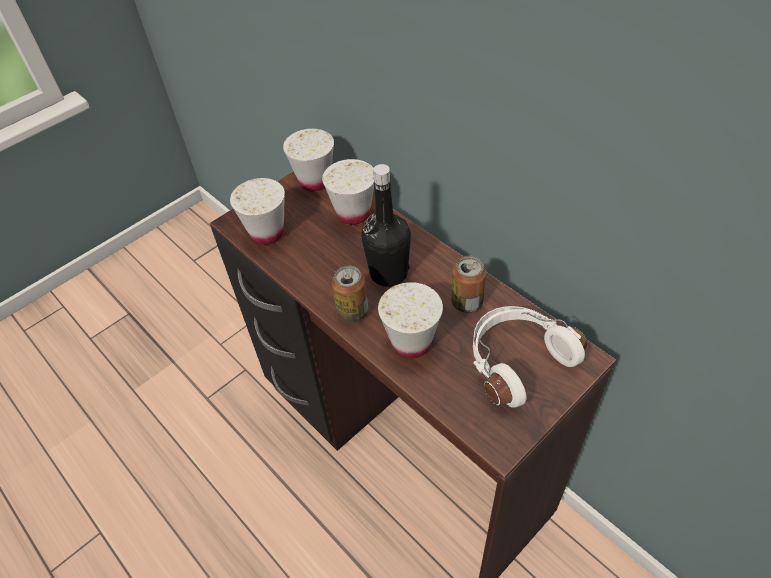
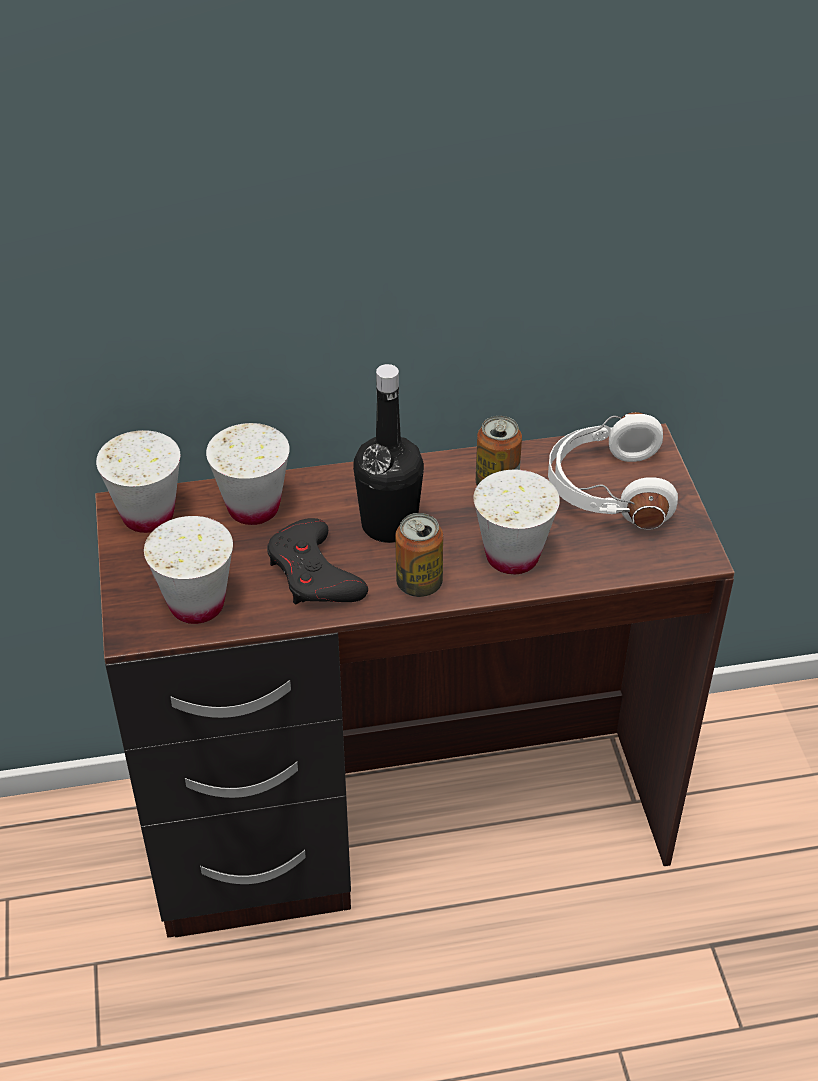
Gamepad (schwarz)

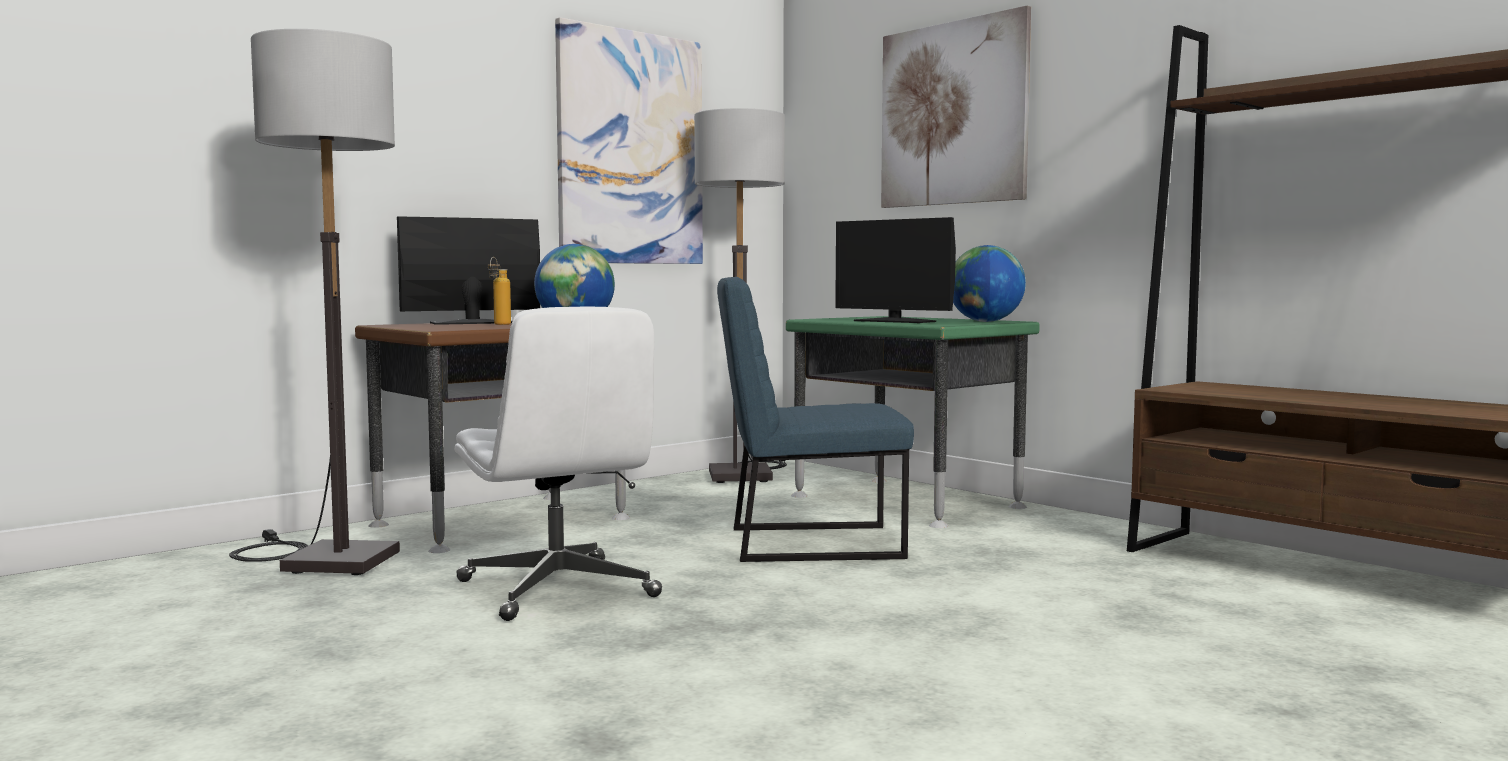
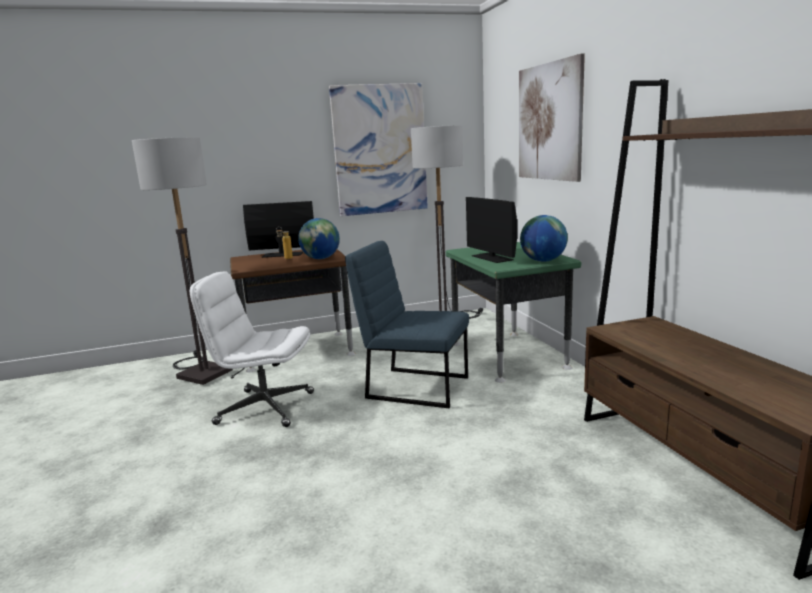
Bürostuhl (weiß)

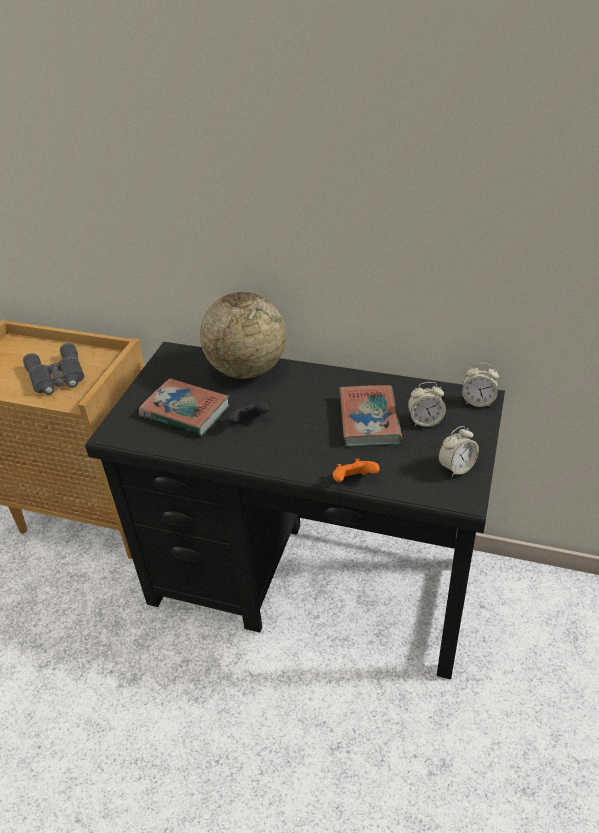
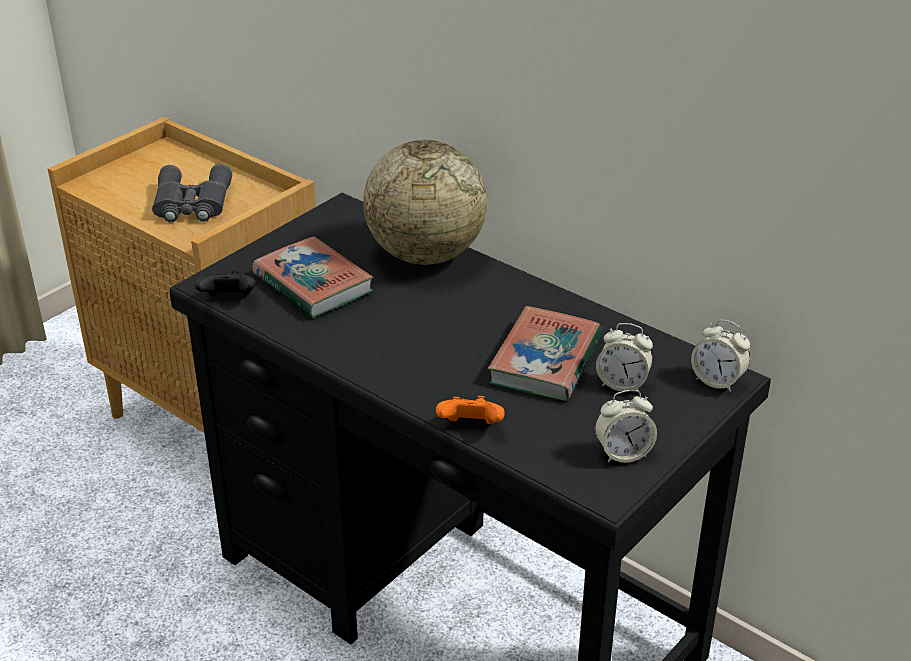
Gamepad (schwarz)

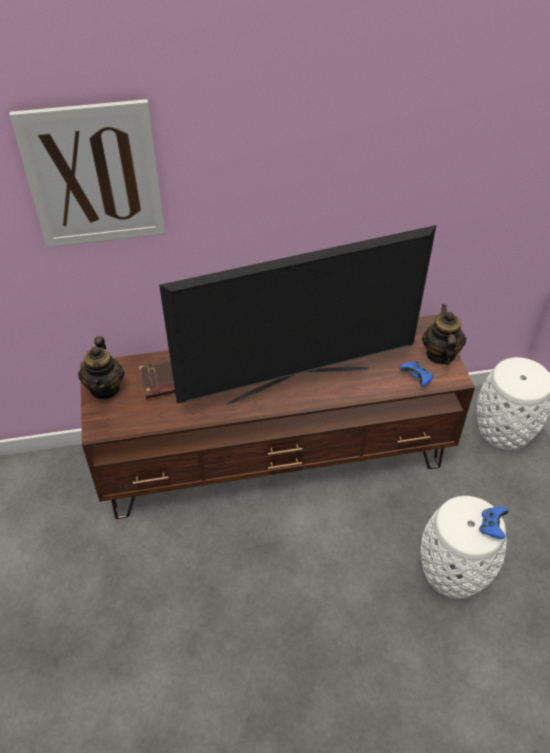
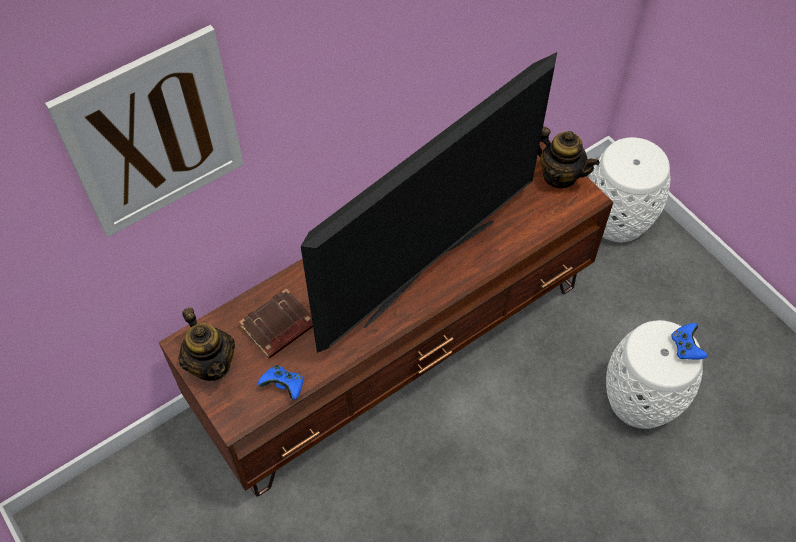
Gamepad (blau) (1st from left)
Teekanne (2nd from left)

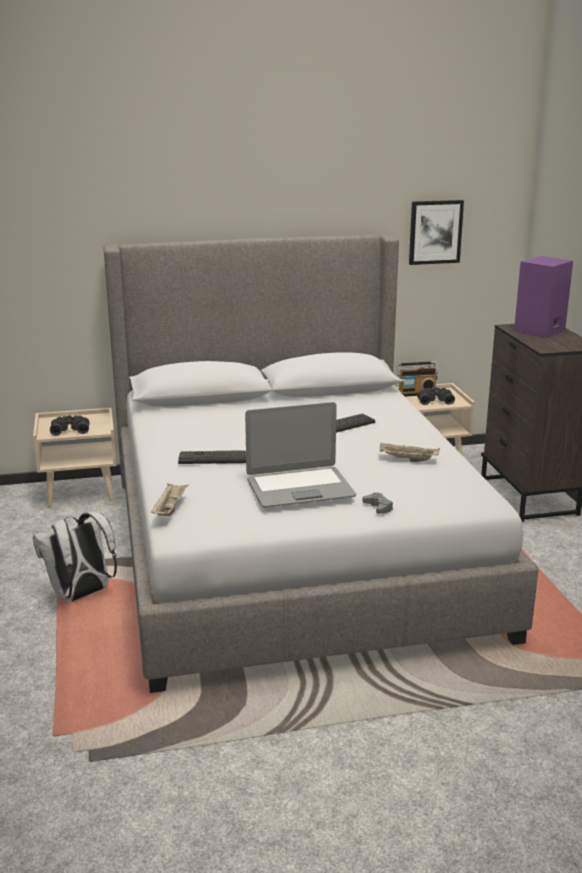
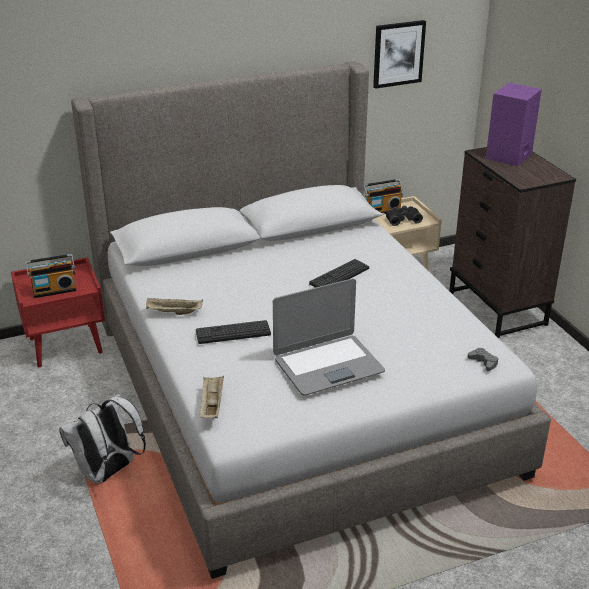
Nachttisch (rot)
Radio (1st from left)
Tablett (beige) (1st from left)
Gamepad (grau)

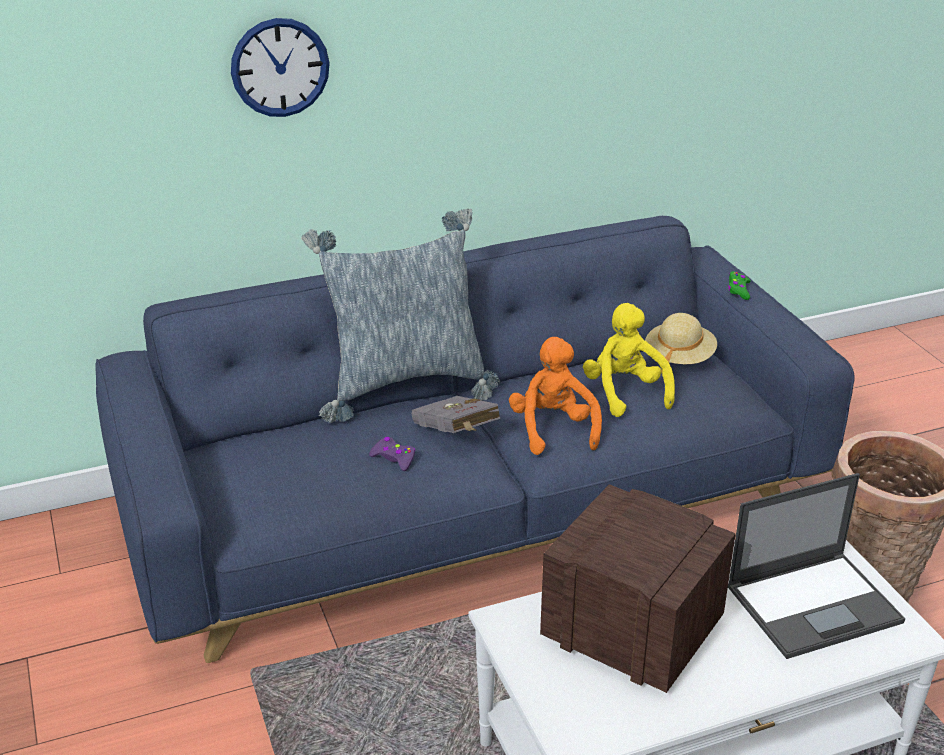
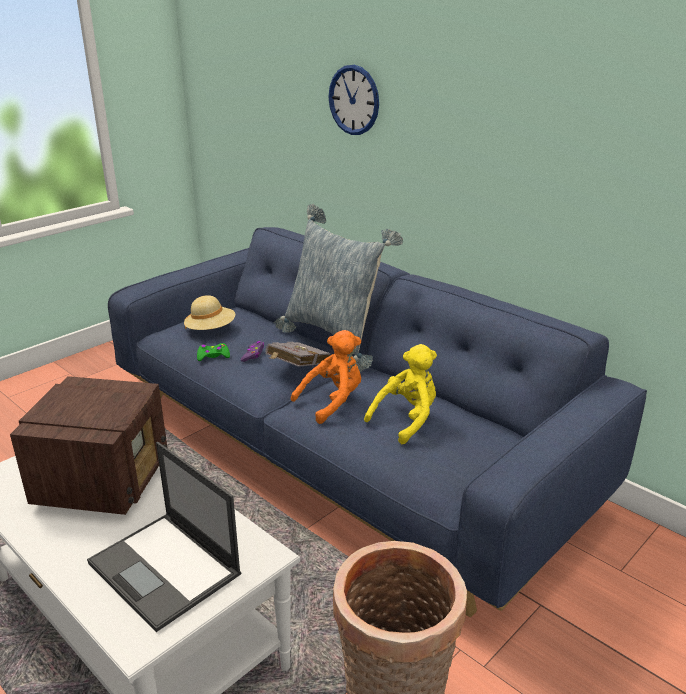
Hut (beige)
Gamepad (grün)

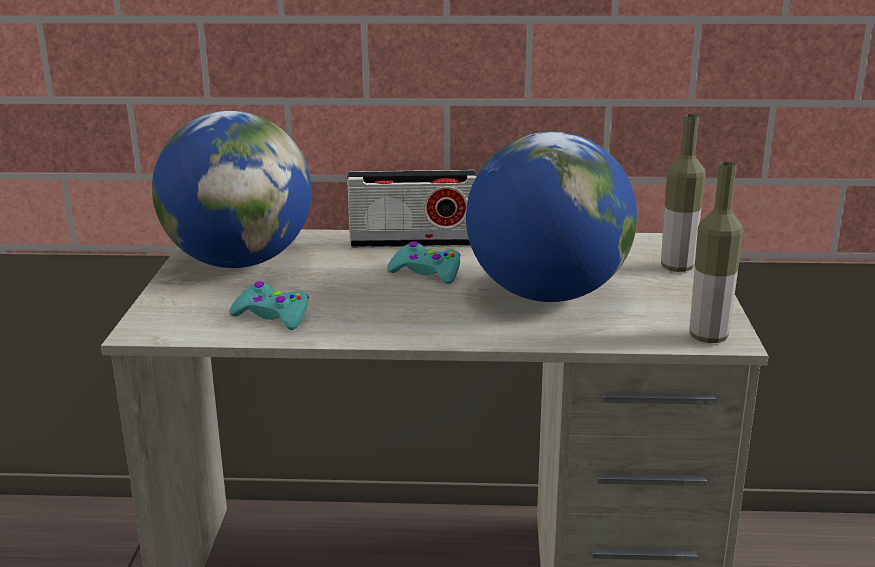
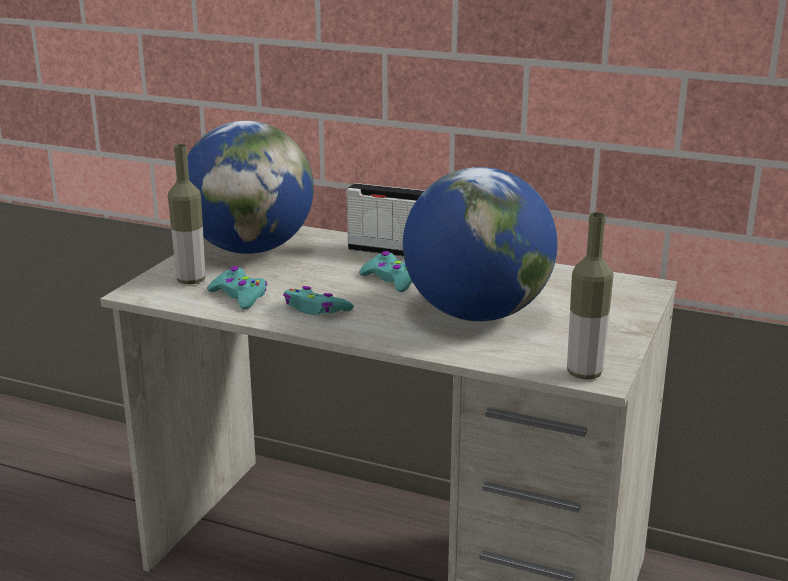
Flasche (1st from left)
Gamepad (türkis) (2nd from left)

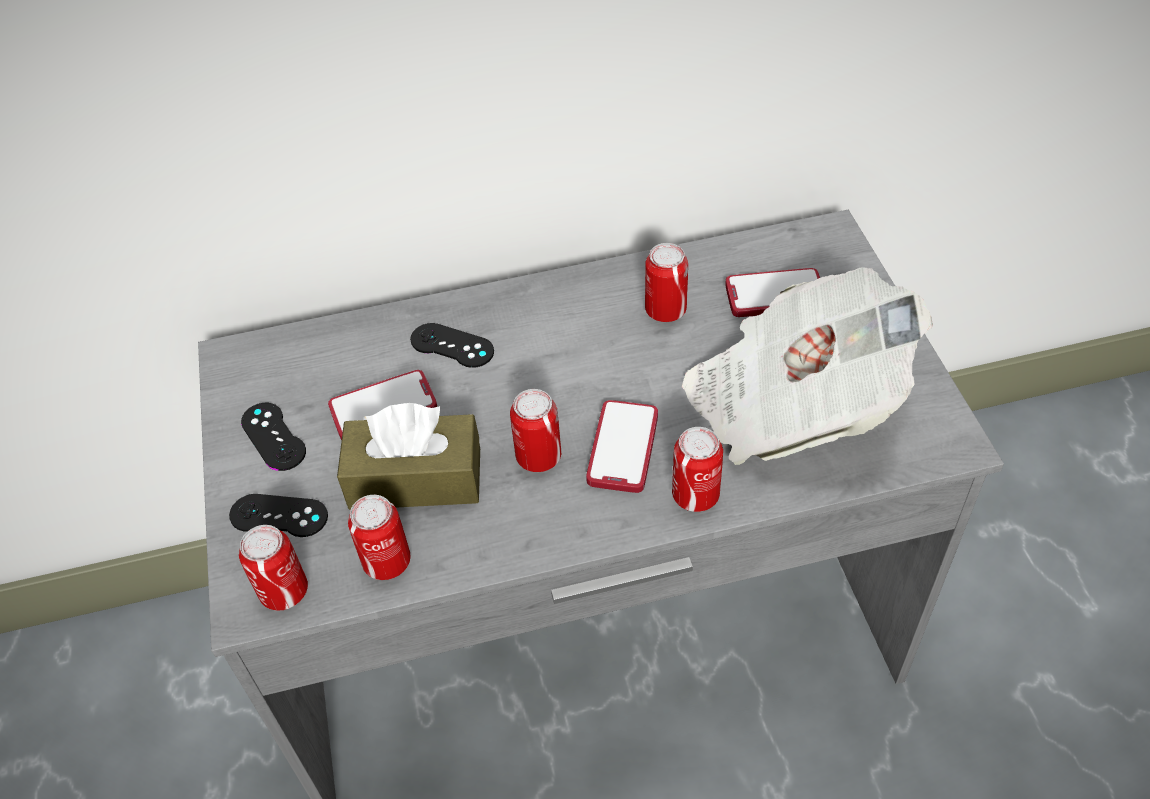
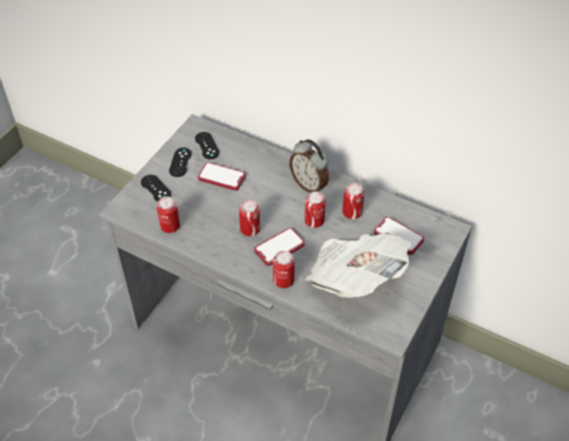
Gamepad (schwarz) (3rd from left)
Wecker
Dose (4th from left)
Taschentuchbox (braun)

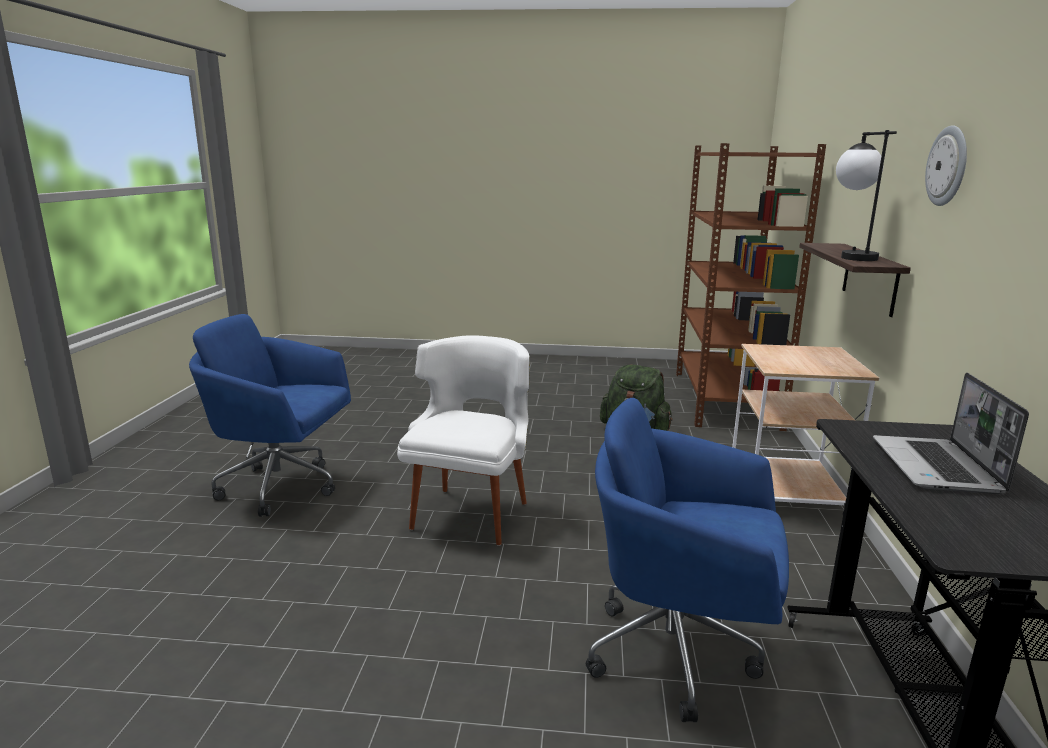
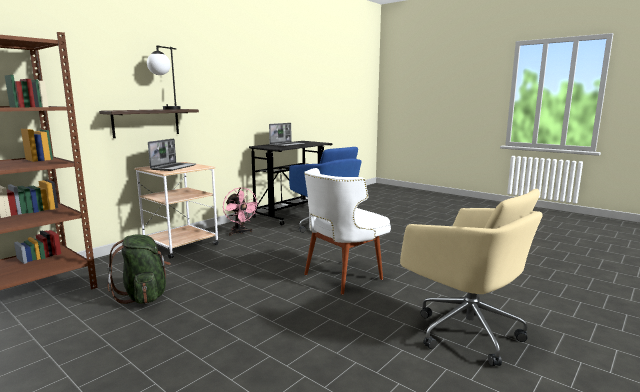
Laptop (1st from left)
Ventilator (rosa)
Bürostuhl (beige)
Wanduhr

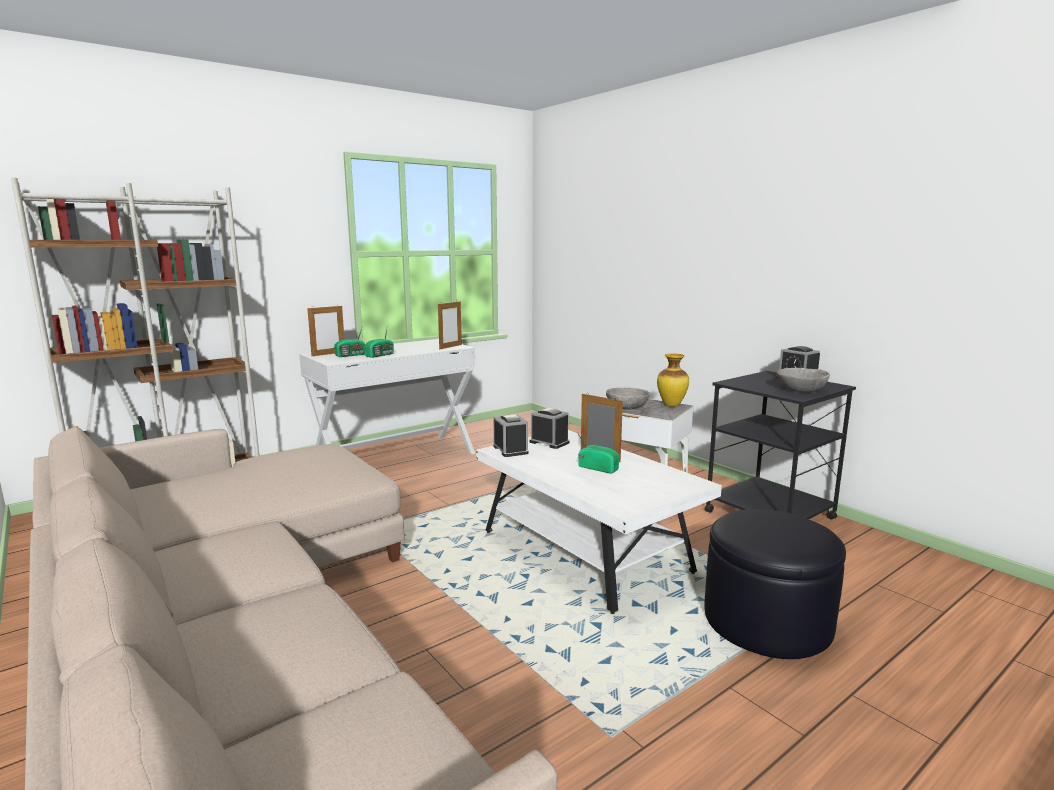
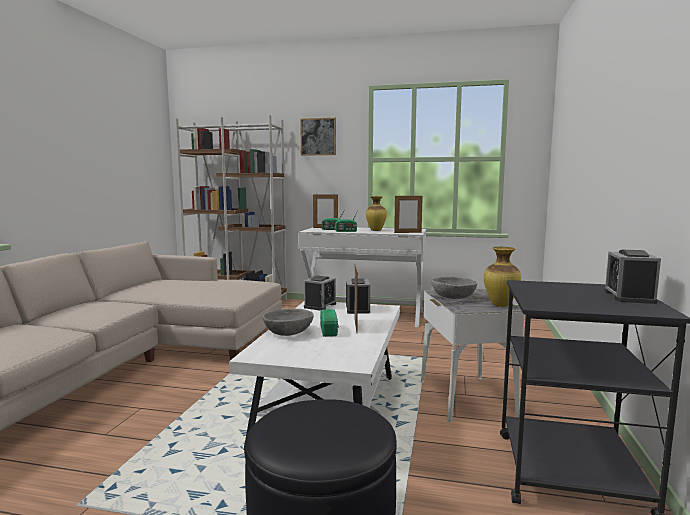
Schüssel (grau) (1st from left)
Bild
Vase (1st from left)

